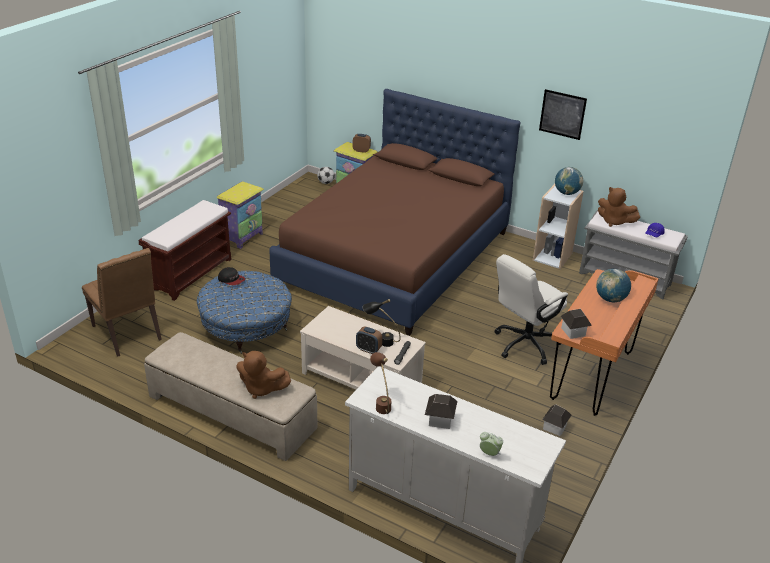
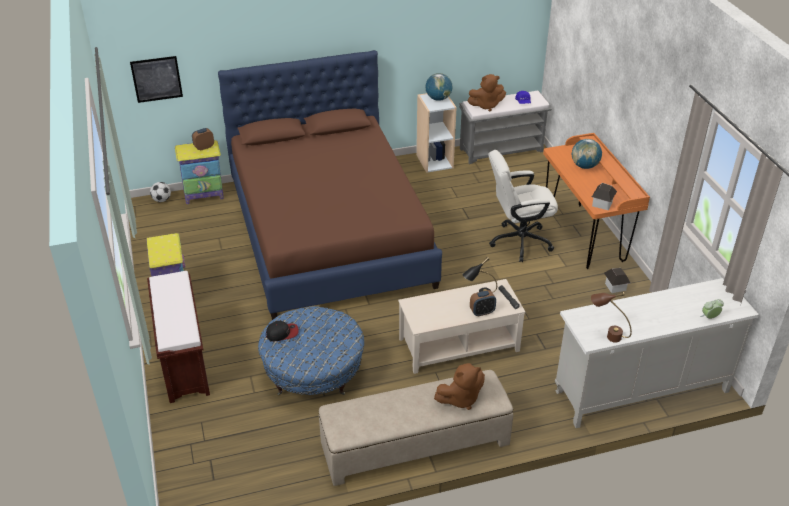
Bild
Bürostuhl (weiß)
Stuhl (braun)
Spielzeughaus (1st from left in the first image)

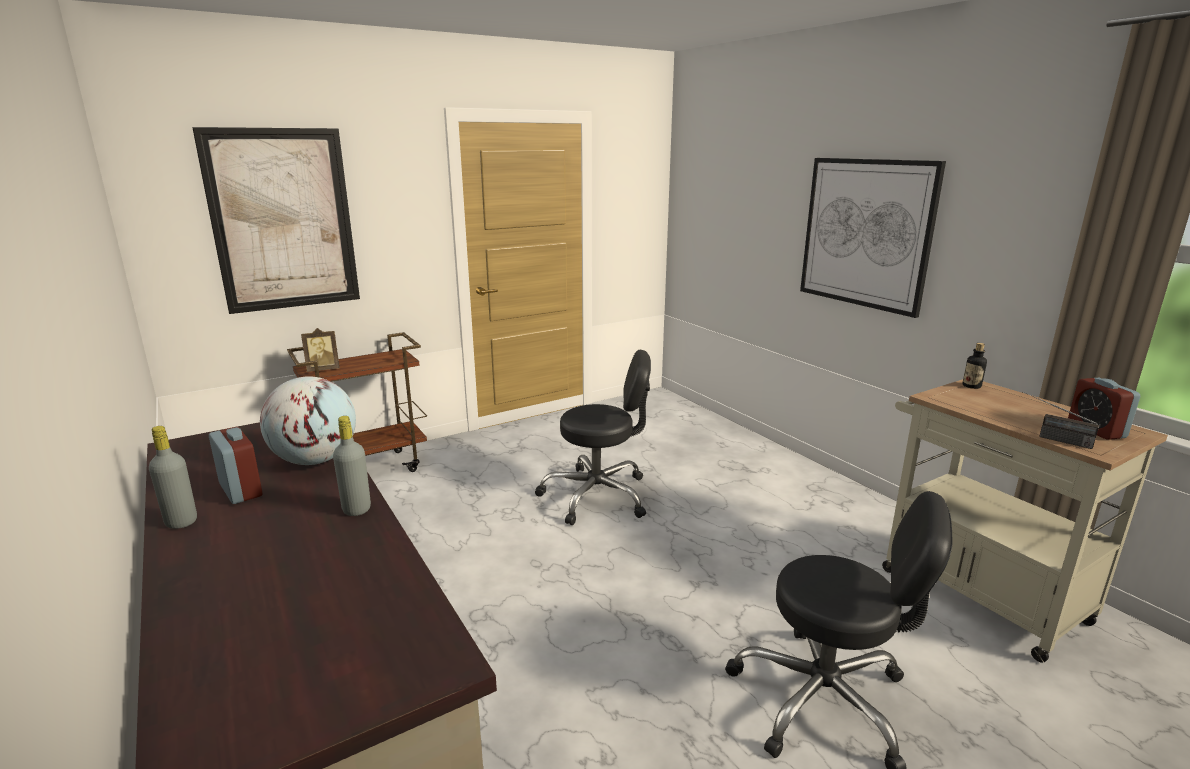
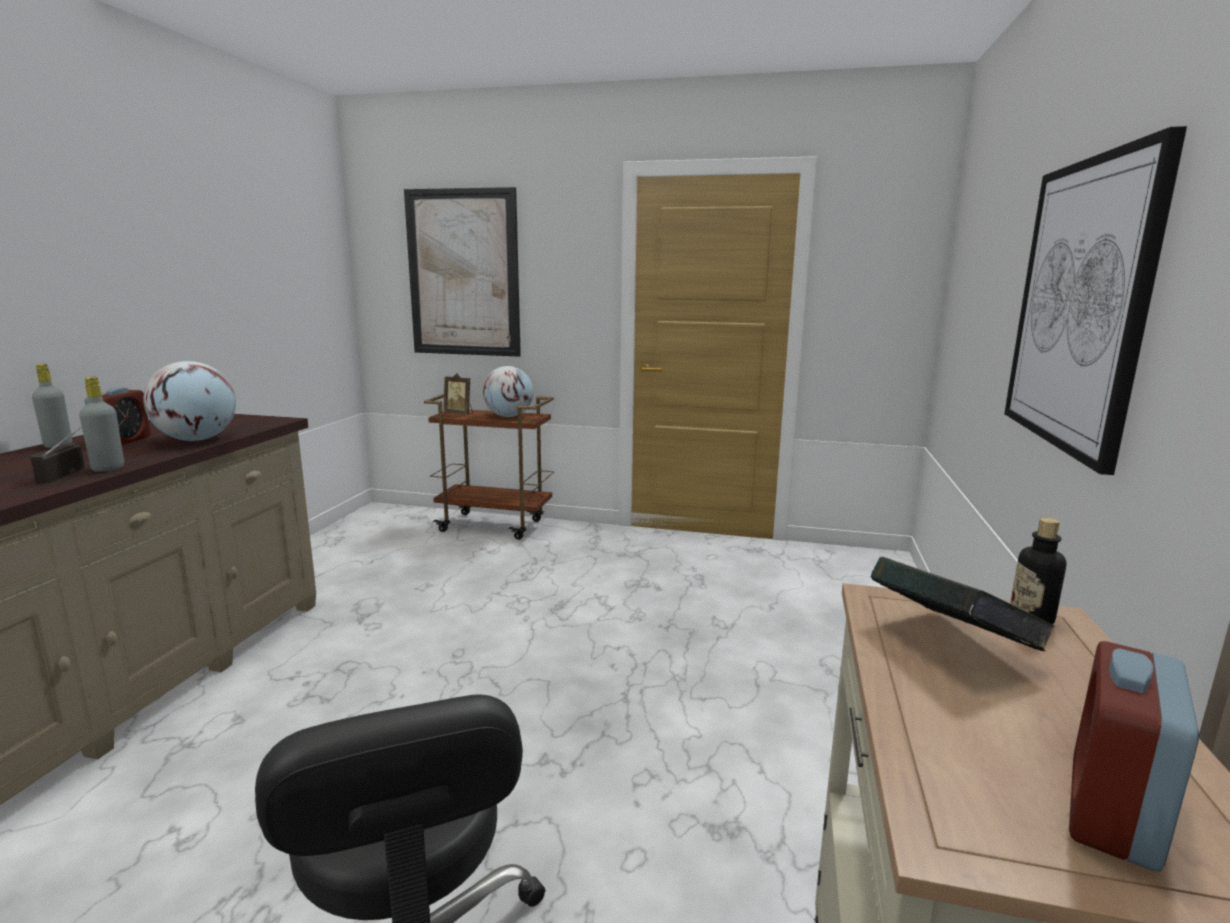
Radio
Globus (2nd from left)
Buch
Bürostuhl (schwarz) (1st from left in the first image)

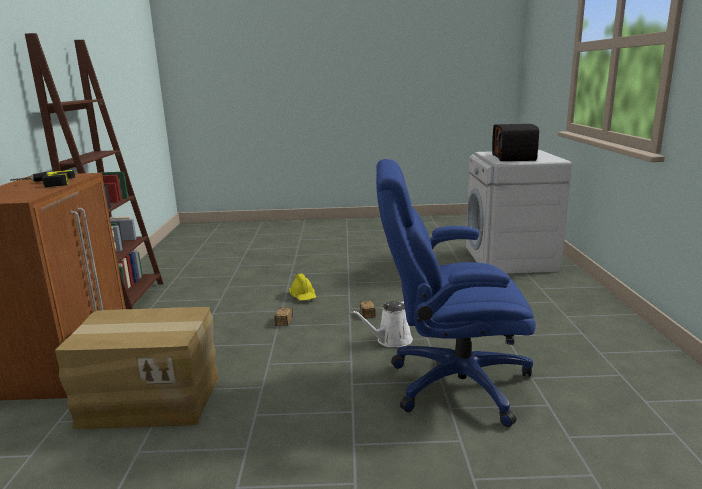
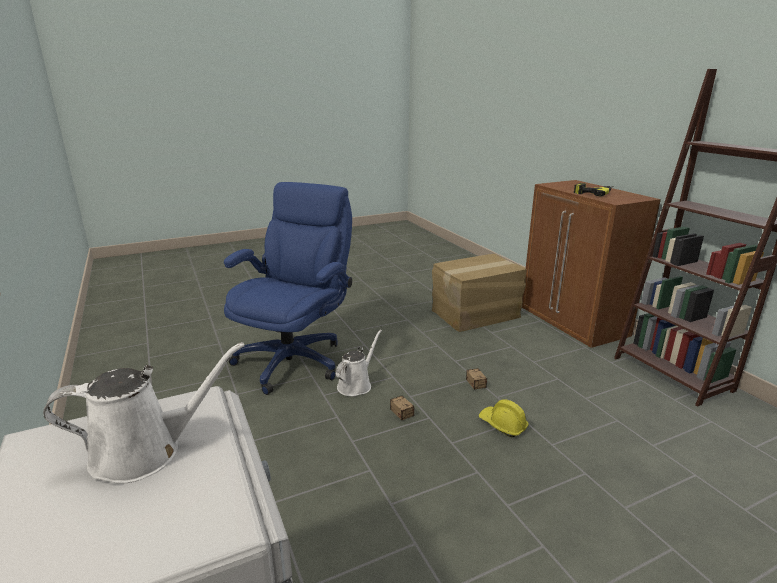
Gießkanne (weiß) (1st from left)
Bürostuhl (blau)

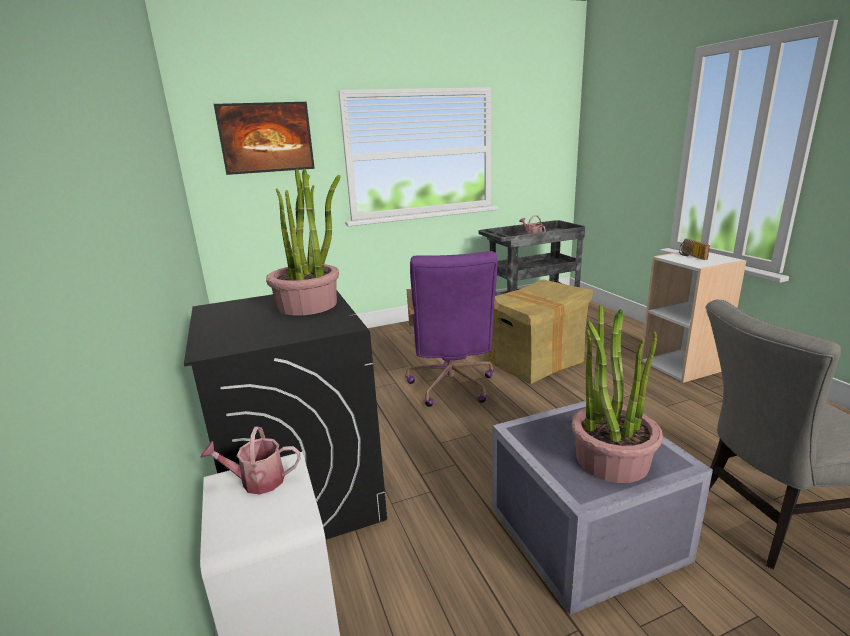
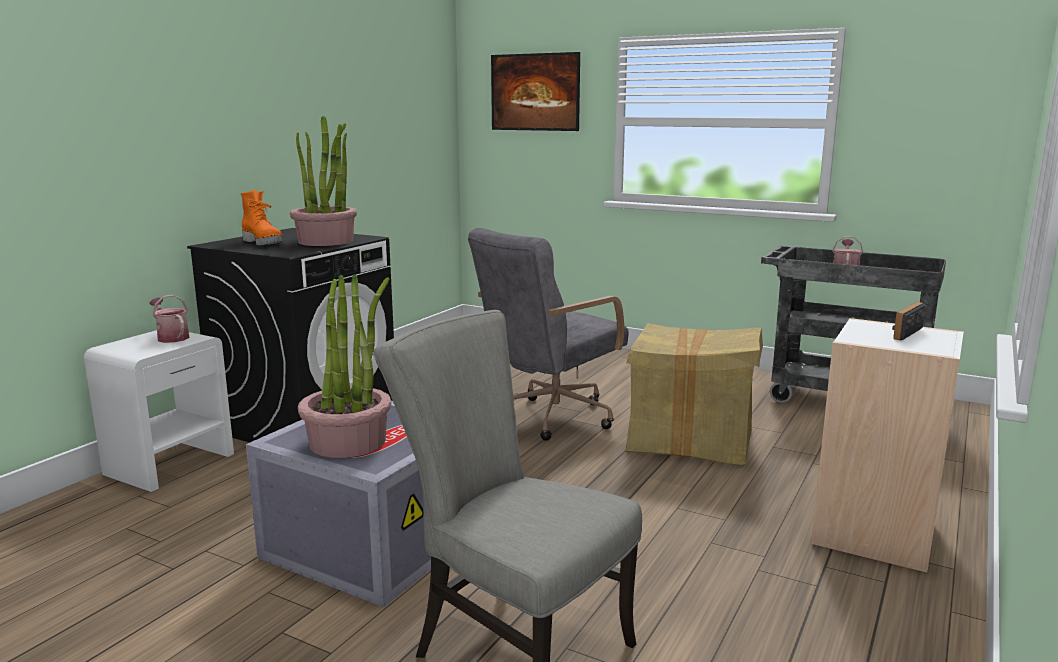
Stiefel (orange)
Bürostuhl (grau)

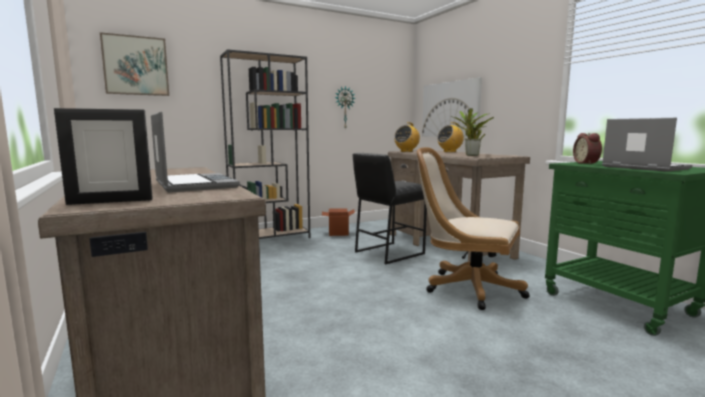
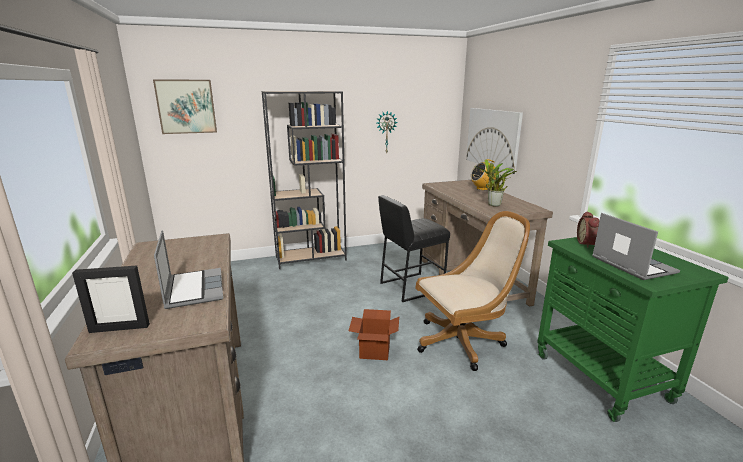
Karton
Bürostuhl
Radio (1st from left in the first image)

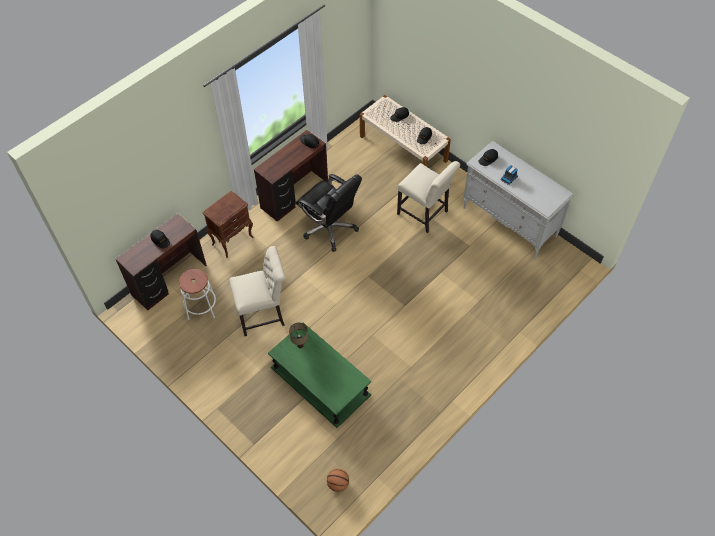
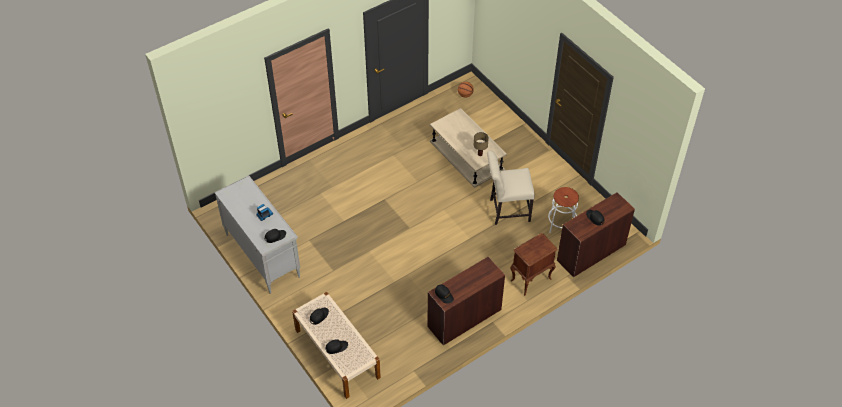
Couchtisch (beige)
Bürostuhl (schwarz)
Stuhl (beige) (2nd from left in the first image)

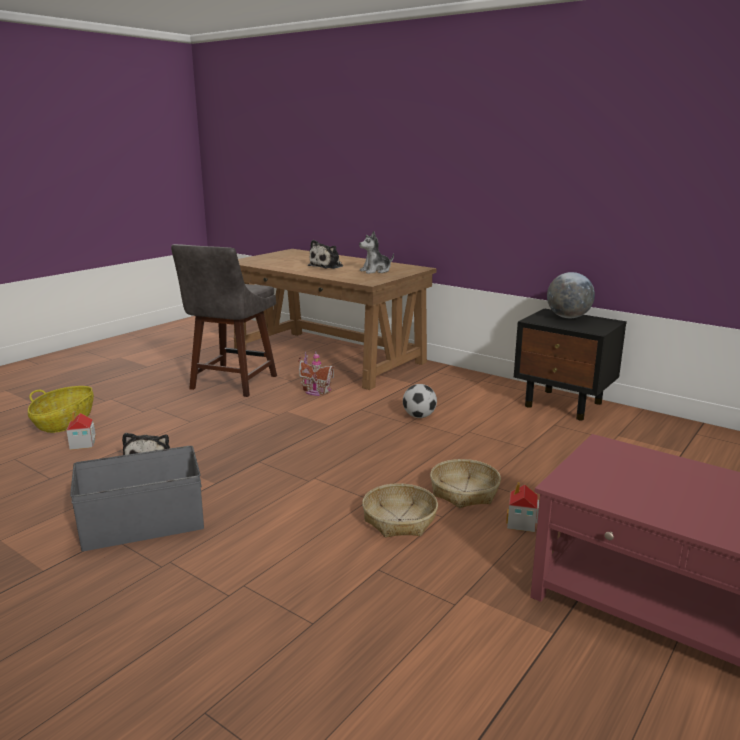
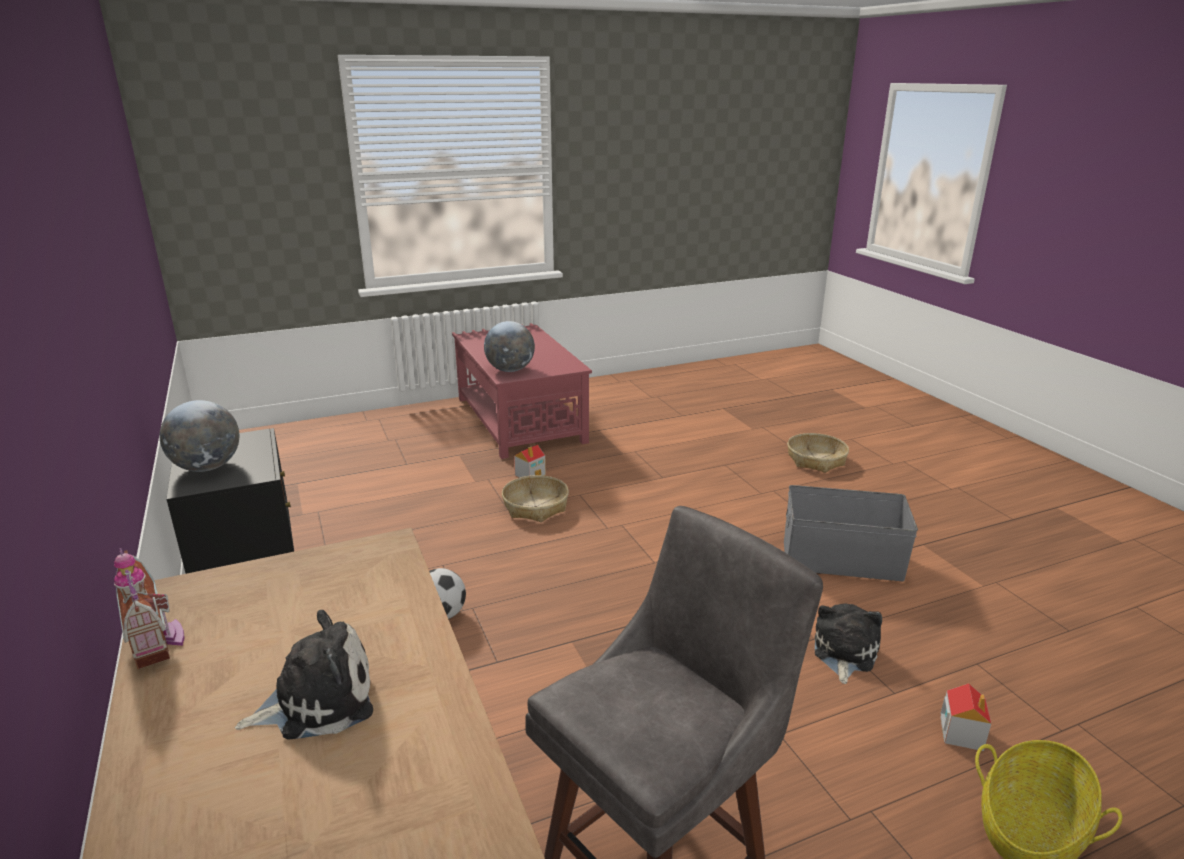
Spielzeughaus (1st from left)
Globus (2nd from left)
Korb (2nd from left)
Plüschtier (3rd from left in the first image)

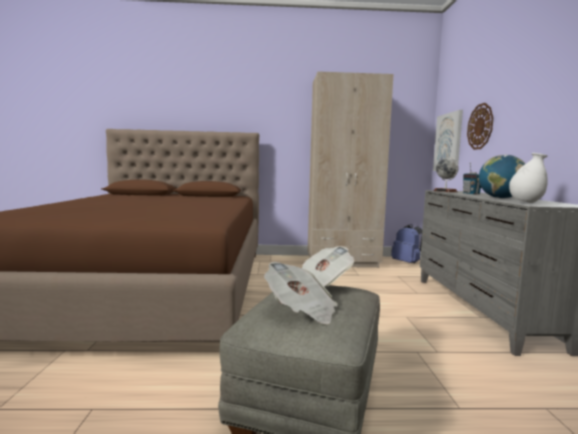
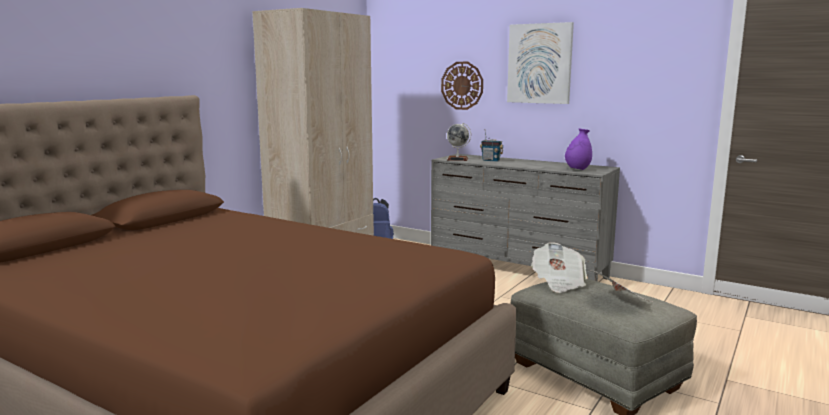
Bild
Vase (lila)
Globus (2nd from left in the first image)

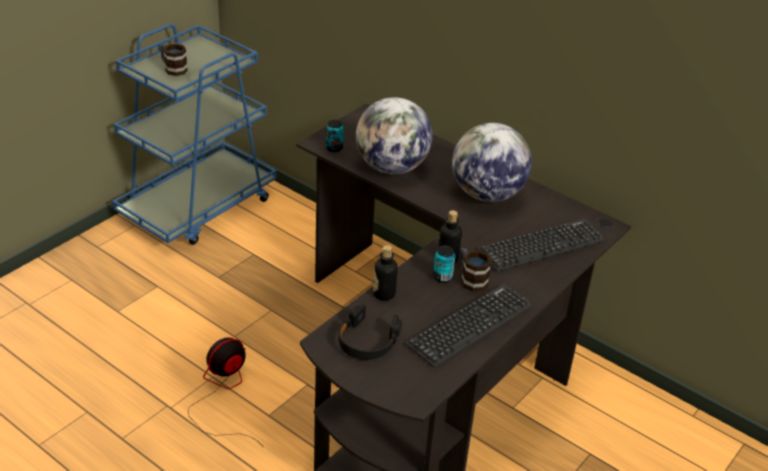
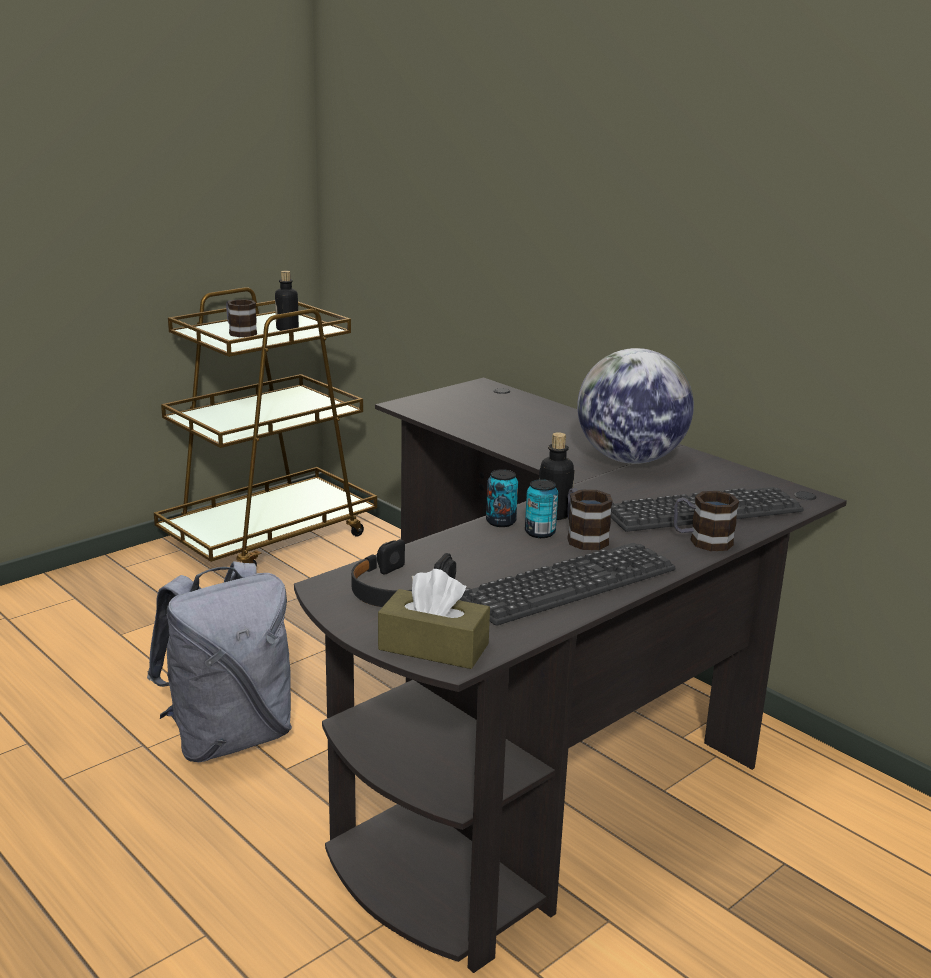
Rucksack (grau)
Rollwagen (braun)
Flasche (1st from left)
Taschentuchbox (braun)
Dose (1st from left)
Henkelbecher (3rd from left)
Globus (1st from left in the first image)

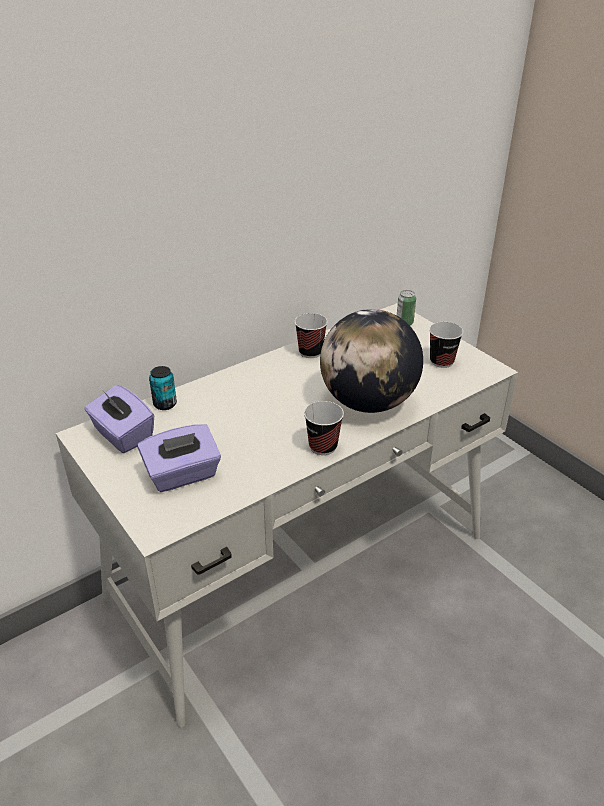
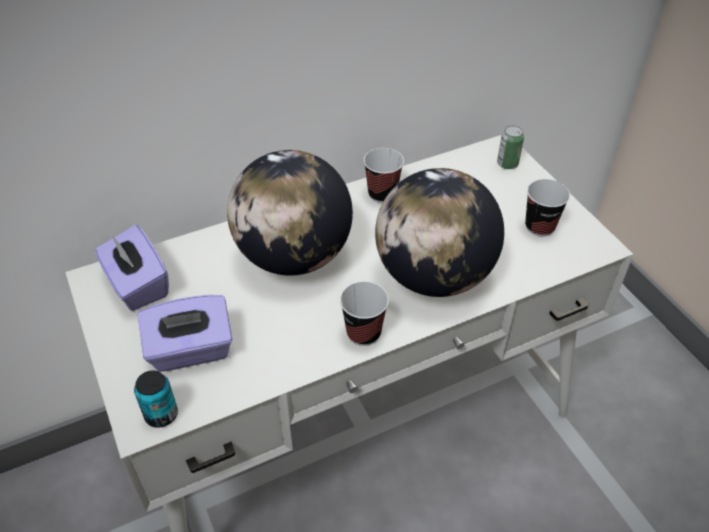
Dose (1st from left)
Globus (1st from left)

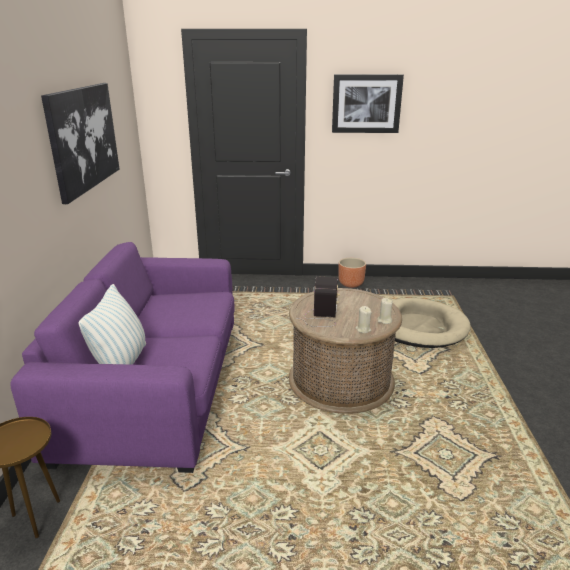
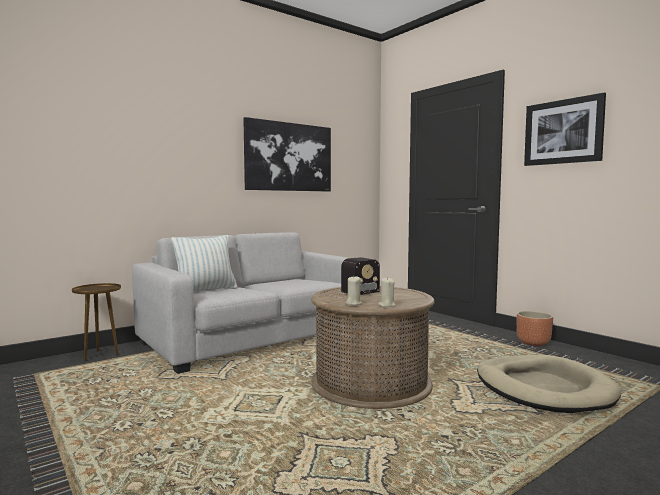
Sofa (weiß)

